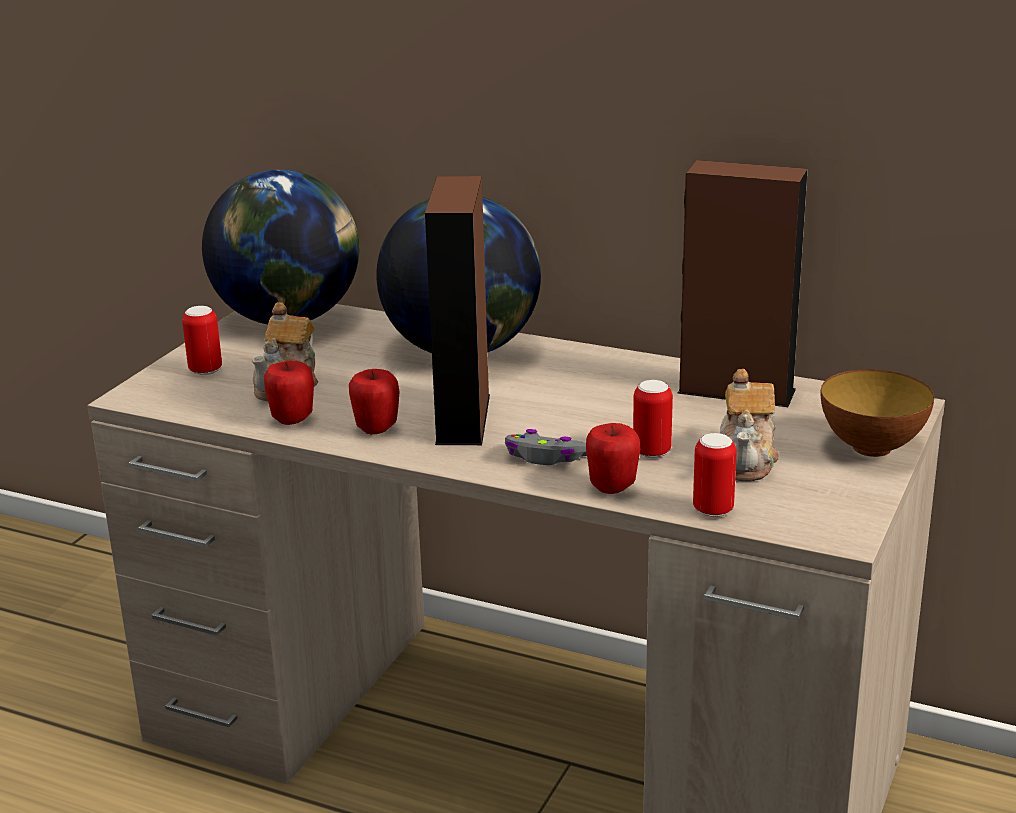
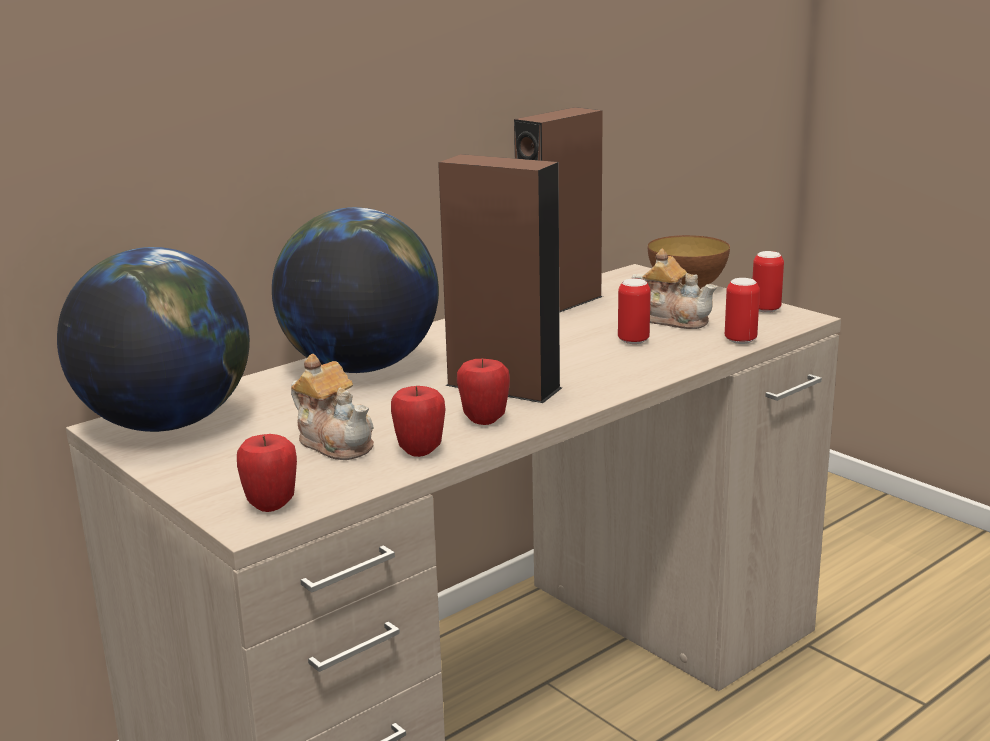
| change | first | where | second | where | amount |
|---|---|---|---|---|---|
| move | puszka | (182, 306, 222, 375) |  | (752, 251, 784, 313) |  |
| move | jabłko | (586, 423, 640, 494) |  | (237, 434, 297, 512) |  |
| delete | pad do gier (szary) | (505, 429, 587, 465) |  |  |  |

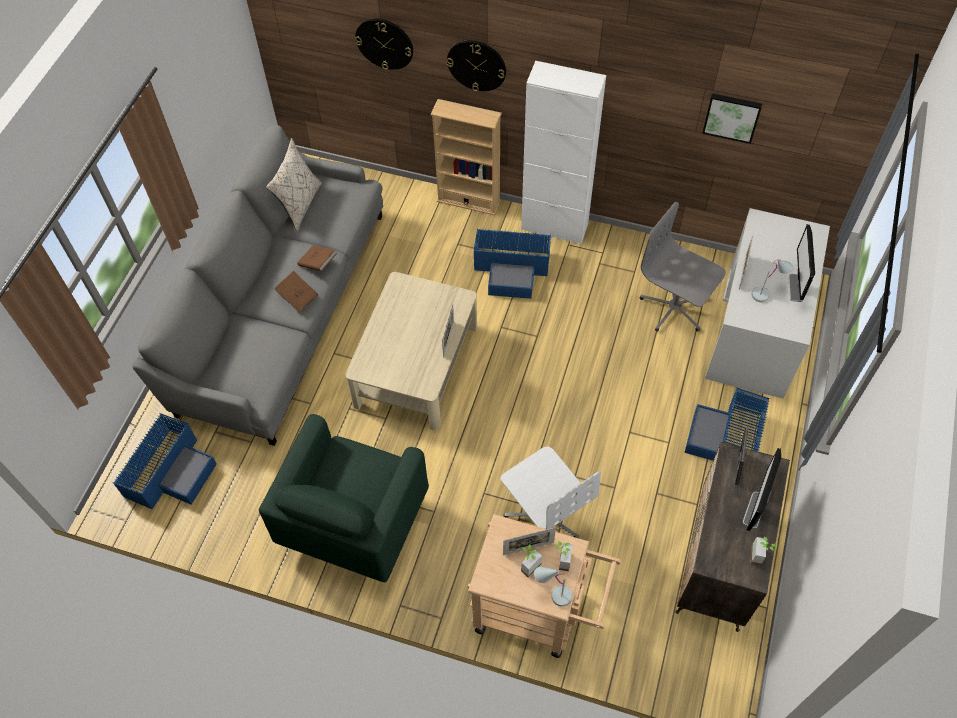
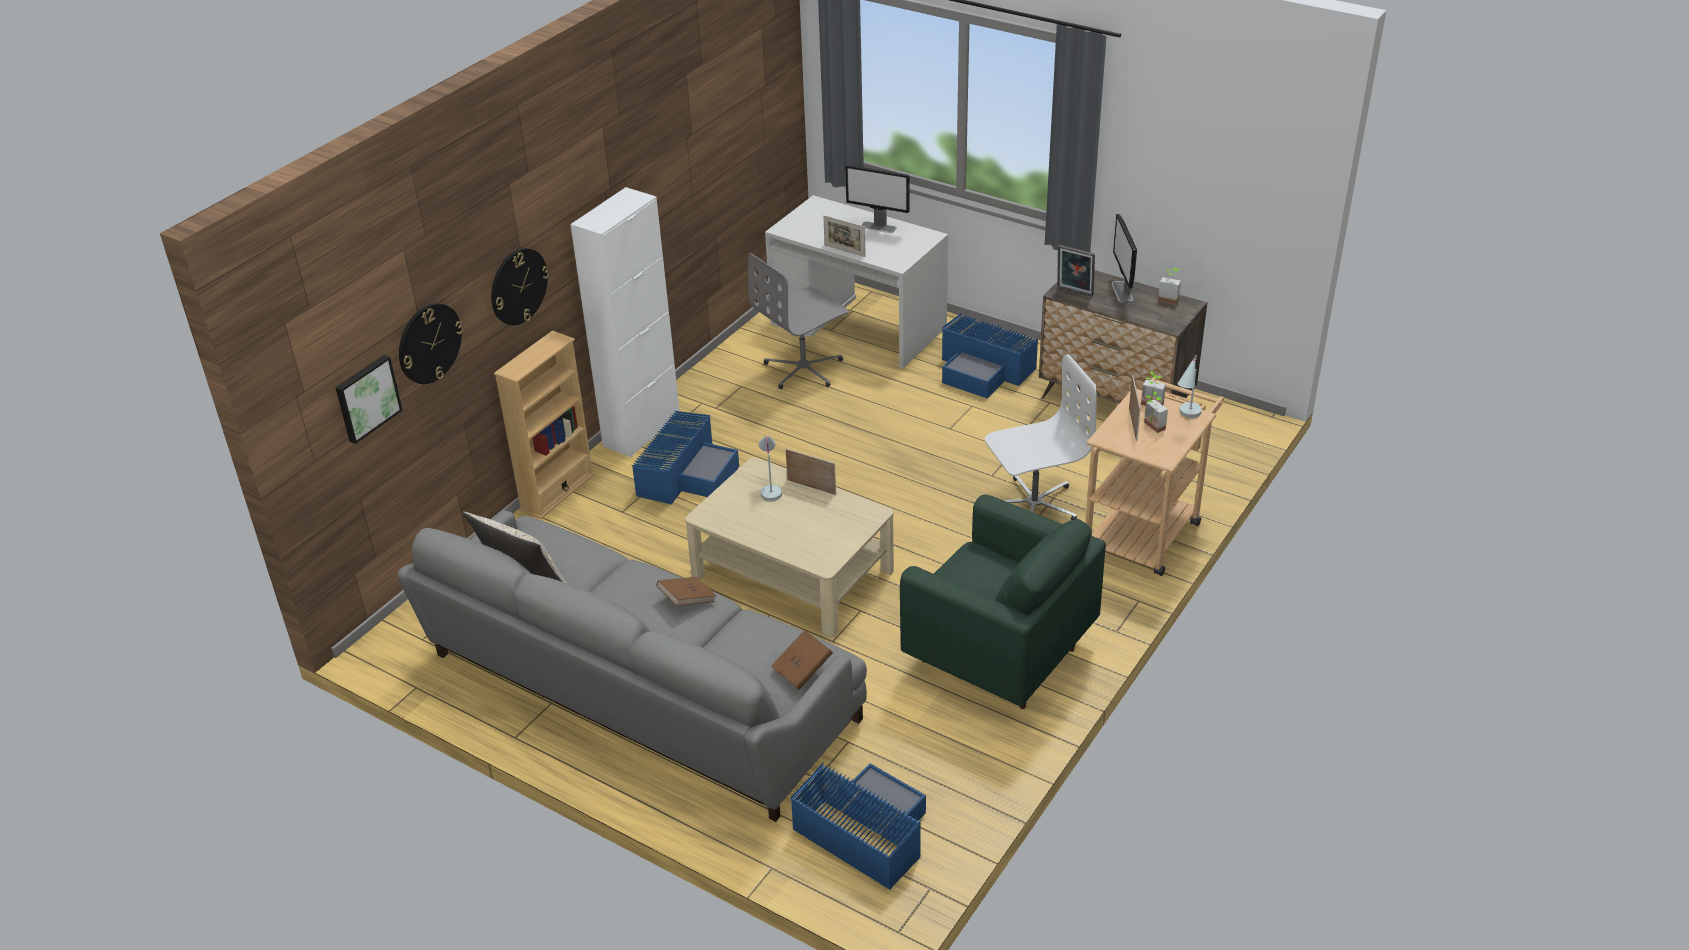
| change | first | where | second | where | amount |
|---|---|---|---|---|---|
| move | obraz | (702, 93, 762, 144) |  | (335, 355, 403, 444) |  |
| move | książka (brązowy) | (297, 245, 337, 271) |  | (771, 630, 833, 690) |  |
| move | lampa stołowa (biały) | (752, 259, 793, 302) |  | (759, 435, 782, 501) |  |
| rotate | monitor | (743, 448, 781, 531) |  | (1112, 214, 1137, 302) | 45 degrees clockwise |

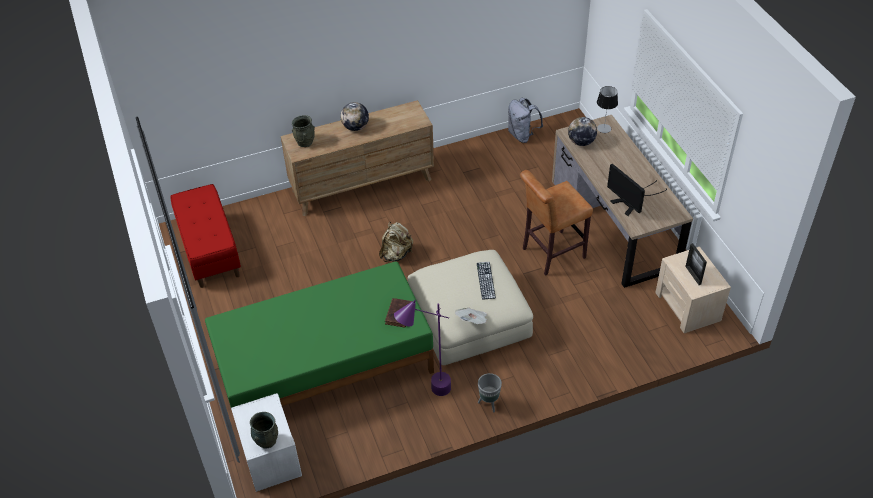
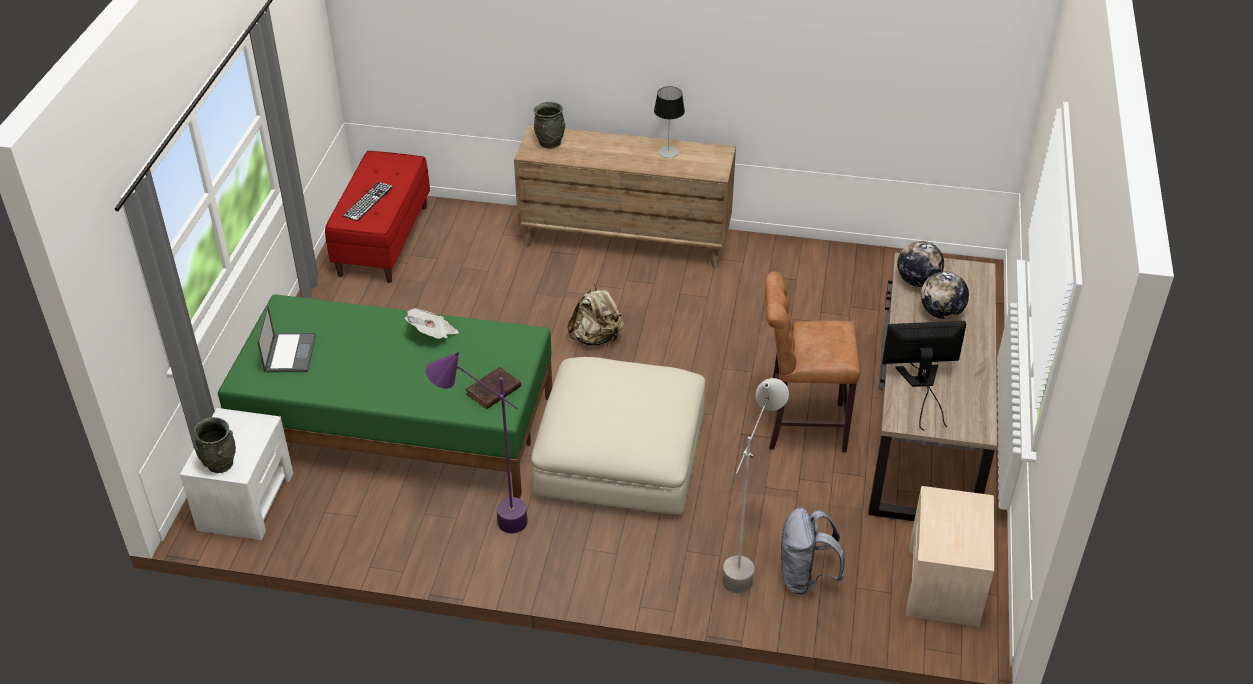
| change | first | where | second | where | amount |
|---|---|---|---|---|---|
| move | lampa stołowa | (597, 86, 618, 133) |  | (654, 86, 685, 158) |  |
| move | plecak (szary) | (508, 98, 543, 143) |  | (780, 508, 845, 594) |  |
| move | globus | (341, 102, 369, 131) |  | (921, 272, 969, 319) |  |
| rotate | monitor | (607, 164, 667, 216) |  | (882, 321, 966, 430) | 90 degrees clockwise |
| delete | ramka na zdjęcie | (685, 243, 707, 285) |  |  |  |
| move | klawiatura | (477, 262, 496, 300) |  | (343, 182, 393, 221) |  |
| move | gazeta | (455, 307, 488, 324) |  | (405, 308, 459, 339) |  |
| delete | donica (szary) | (478, 373, 502, 412) |  |  |  |
| insert |  |  | laptop | (257, 305, 316, 372) |  |
| insert |  |  | lampa stojąca (szary) | (722, 378, 789, 594) |  |

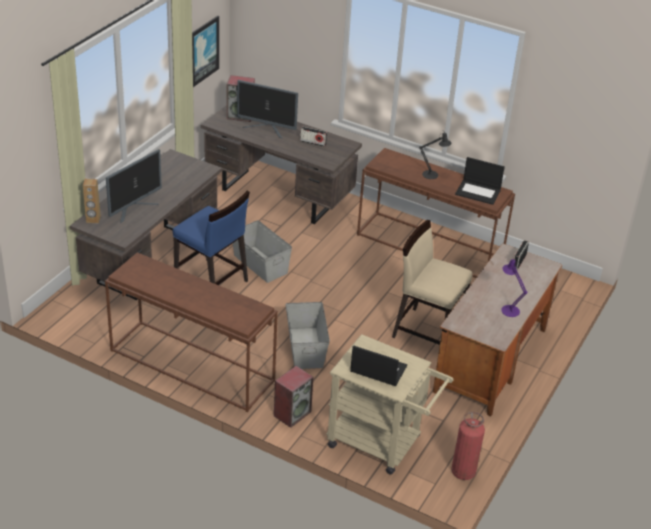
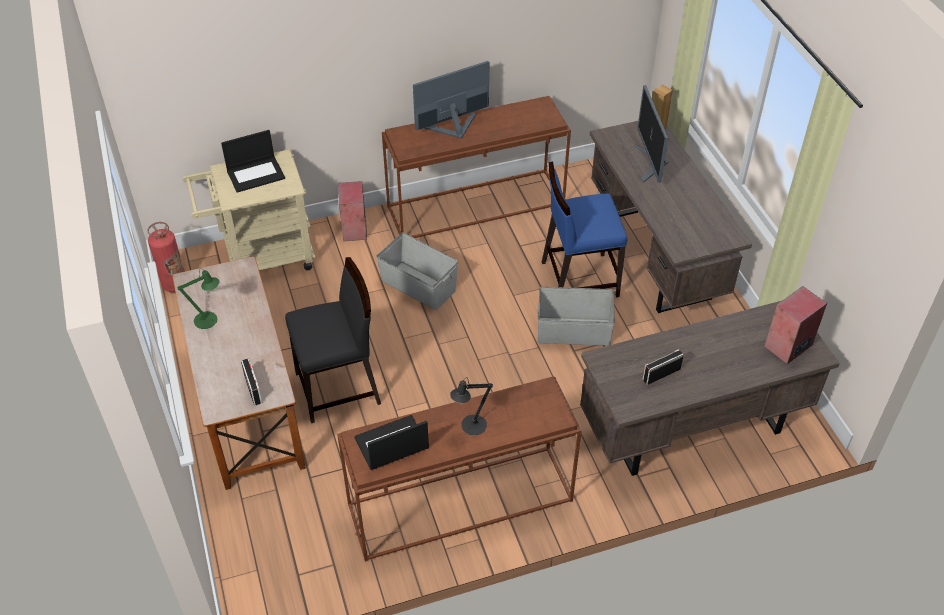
| change | first | where | second | where | amount |
|---|---|---|---|---|---|
| delete | obraz | (192, 16, 219, 87) |  |  |  |
| move | monitor | (237, 80, 298, 139) |  | (413, 61, 489, 139) |  |
| recolor | krzesło (beżowy) | (392, 220, 473, 345) | krzesło (czarny) | (285, 257, 381, 423) |  |
| recolor | lampa stołowa (fioletowy) | (501, 259, 527, 317) | lampa stołowa (zielony) | (177, 268, 219, 329) |  |

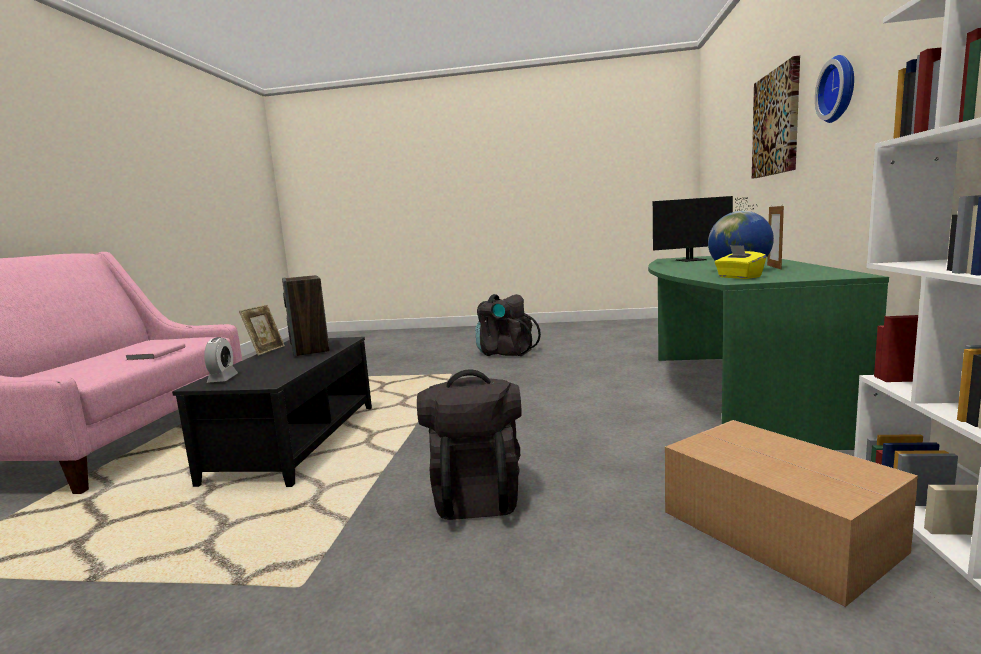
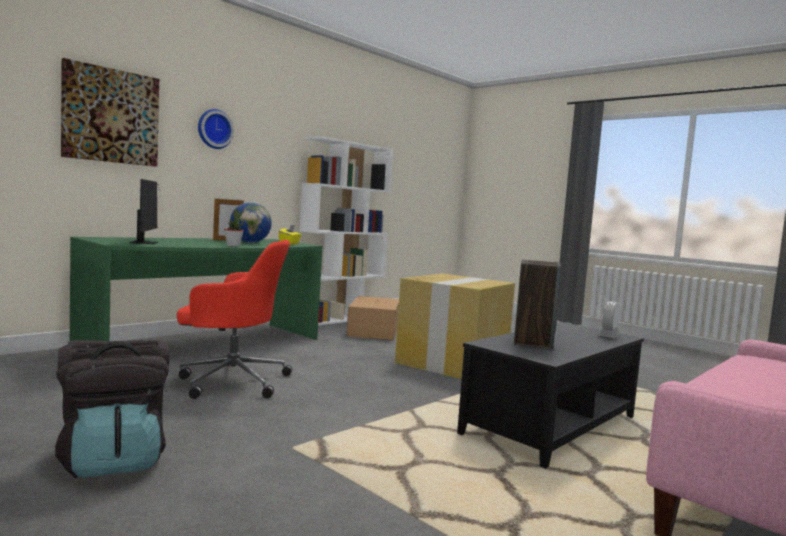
| change | first | where | second | where | amount |
|---|---|---|---|---|---|
| rotate | monitor | (653, 196, 758, 262) |  | (130, 179, 159, 244) | 45 degrees clockwise |
| delete | ramka na zdjęcie | (239, 305, 285, 356) |  |  |  |
| delete | książka (różowy) | (126, 343, 185, 360) |  |  |  |
| replace | plecak (czarny) | (417, 369, 522, 520) | karton | (395, 273, 515, 379) |  |
| insert |  |  | roślina doniczkowa | (224, 209, 244, 247) |  |
| insert |  |  | krzesło biurowe (czerwony) | (177, 240, 292, 399) |  |

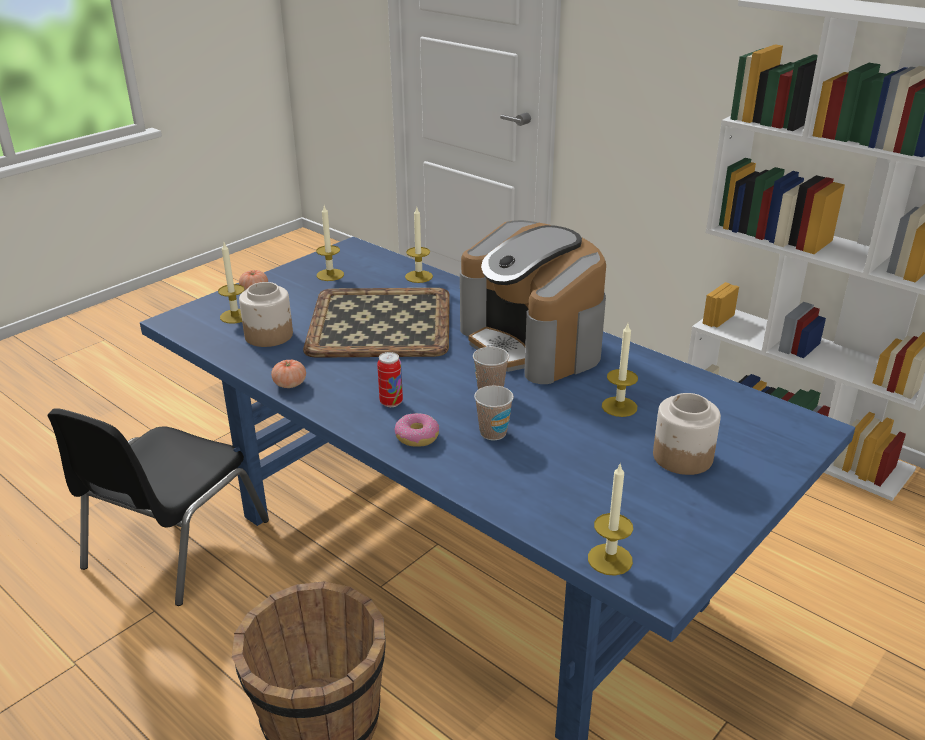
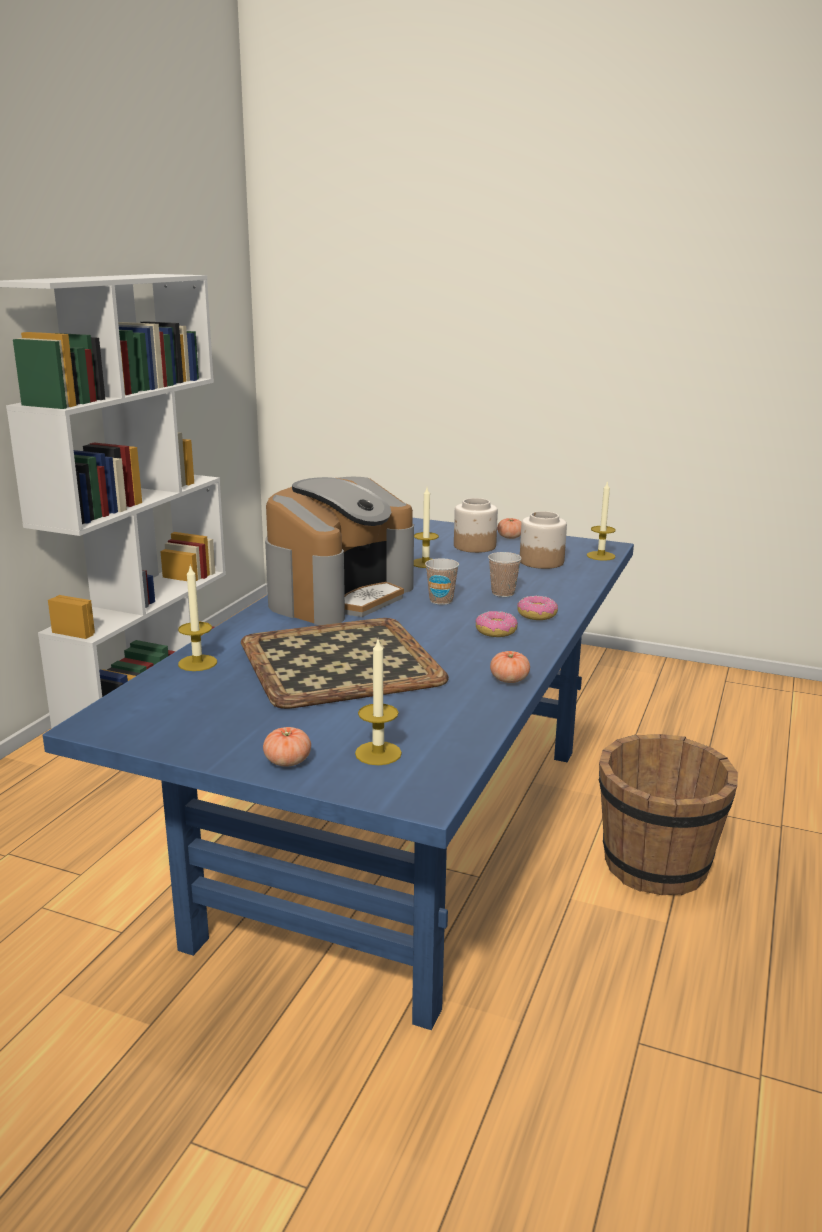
| change | first | where | second | where | amount |
|---|---|---|---|---|---|
| delete | świeca | (316, 206, 344, 281) |  |  |  |
| move | słoik | (239, 282, 293, 347) |  | (520, 511, 567, 569) |  |
| replace | puszka | (377, 352, 403, 407) | donut | (476, 611, 518, 637) |  |
| delete | krzesło (czarny) | (47, 408, 269, 606) |  |  |  |
| insert |  |  | pomidor | (497, 518, 522, 539) |  |

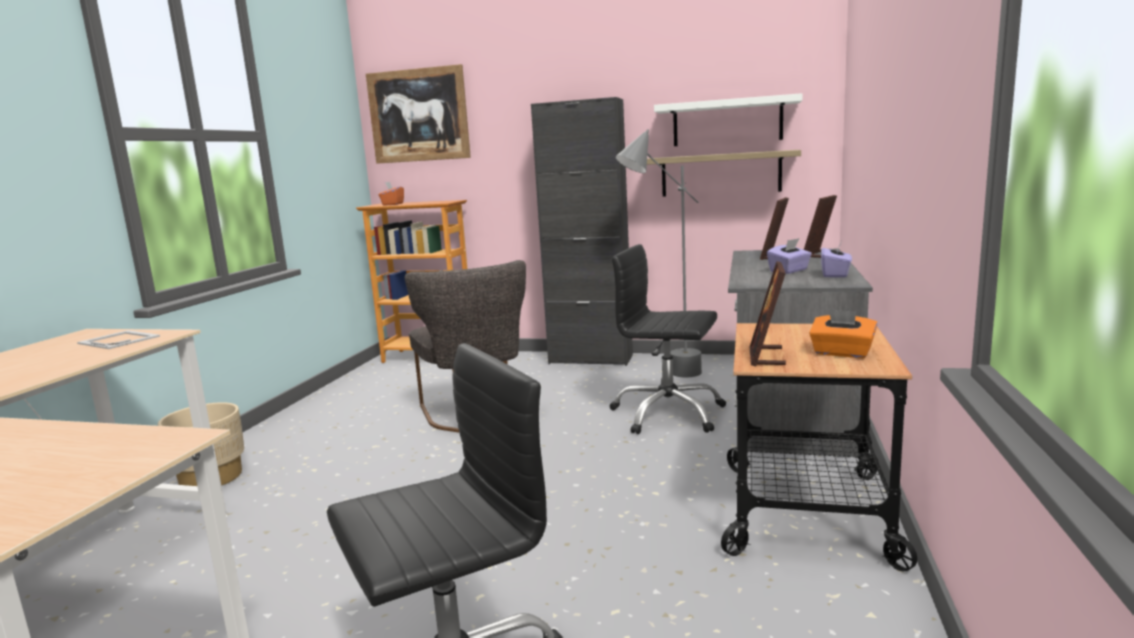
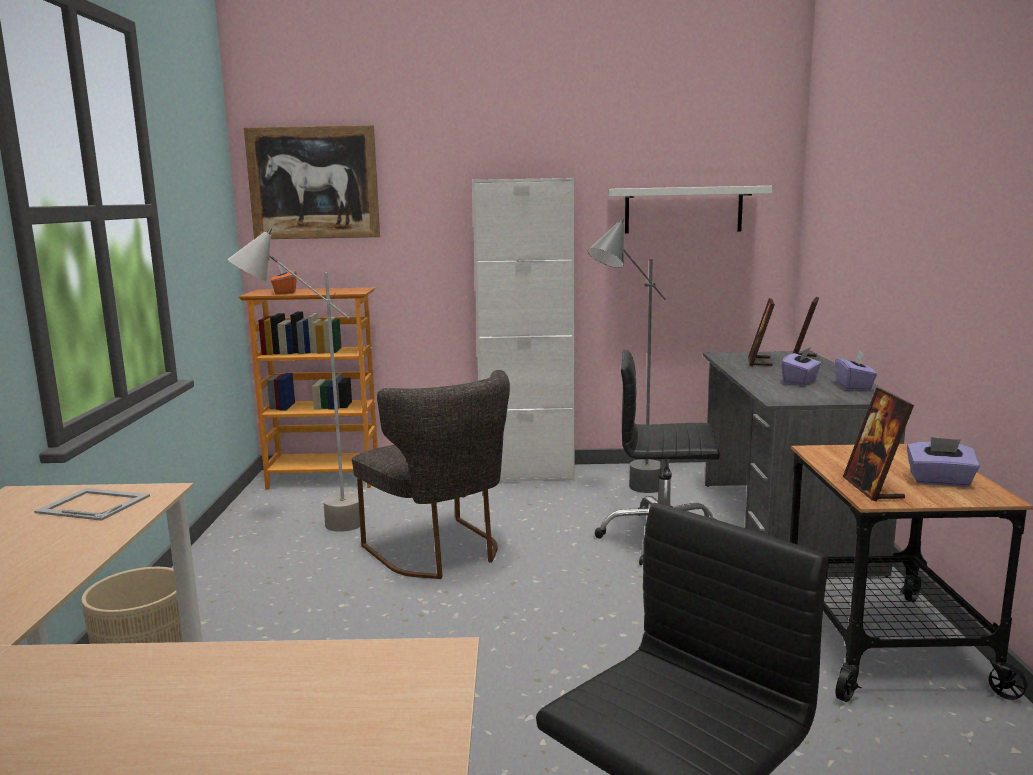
| change | first | where | second | where | amount |
|---|---|---|---|---|---|
| recolor | szafka (czarny) | (531, 97, 633, 366) | szafka (biały) | (472, 178, 575, 481) |  |
| delete | półka | (647, 150, 801, 197) |  |  |  |
| recolor | pudełko chusteczek (pomarańczowy) | (809, 309, 878, 358) | pudełko chusteczek (fioletowy) | (907, 437, 980, 487) |  |
| insert |  |  | lampa stojąca (szary) | (227, 228, 360, 532) |  |

